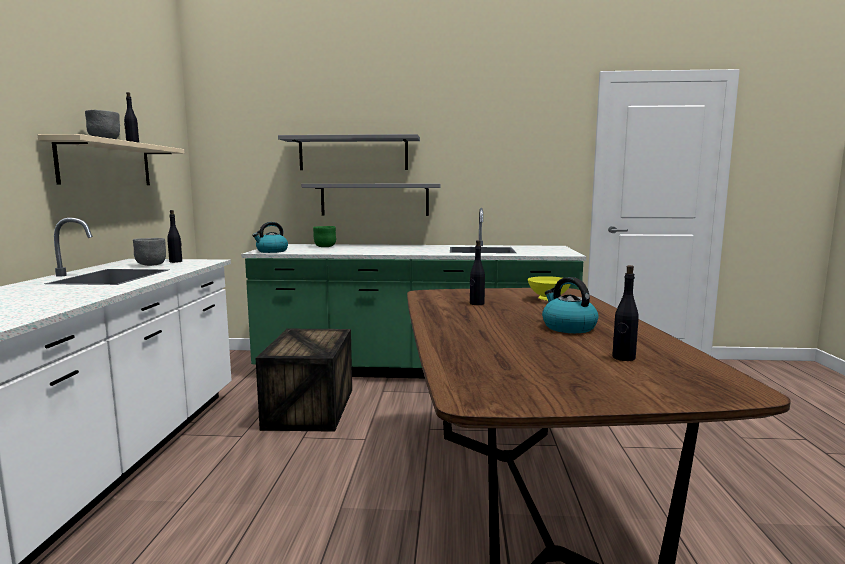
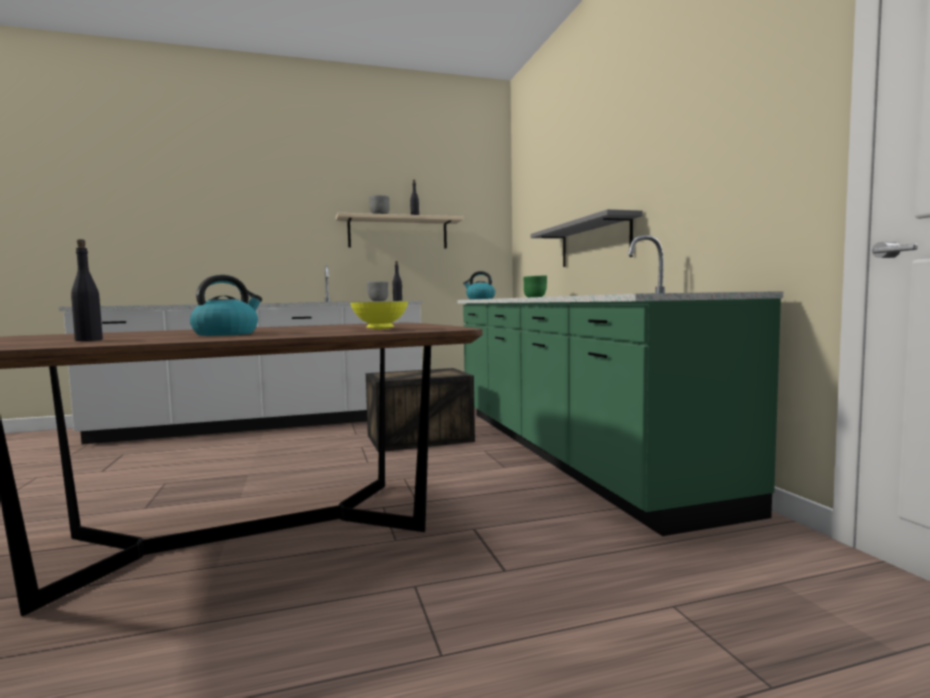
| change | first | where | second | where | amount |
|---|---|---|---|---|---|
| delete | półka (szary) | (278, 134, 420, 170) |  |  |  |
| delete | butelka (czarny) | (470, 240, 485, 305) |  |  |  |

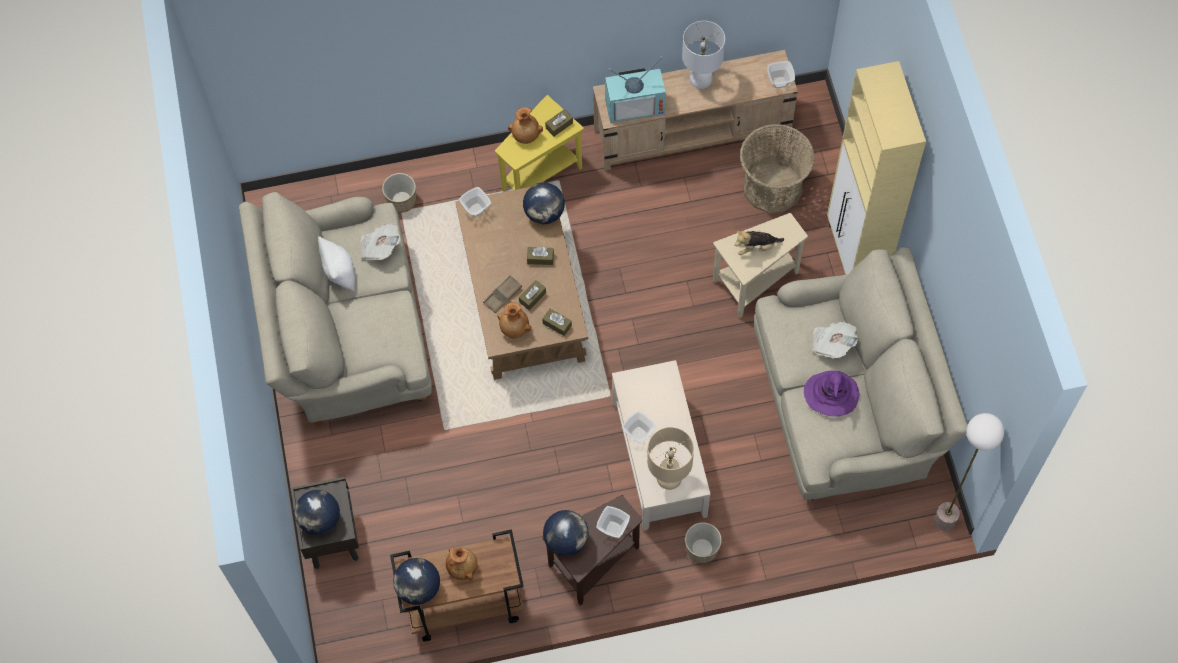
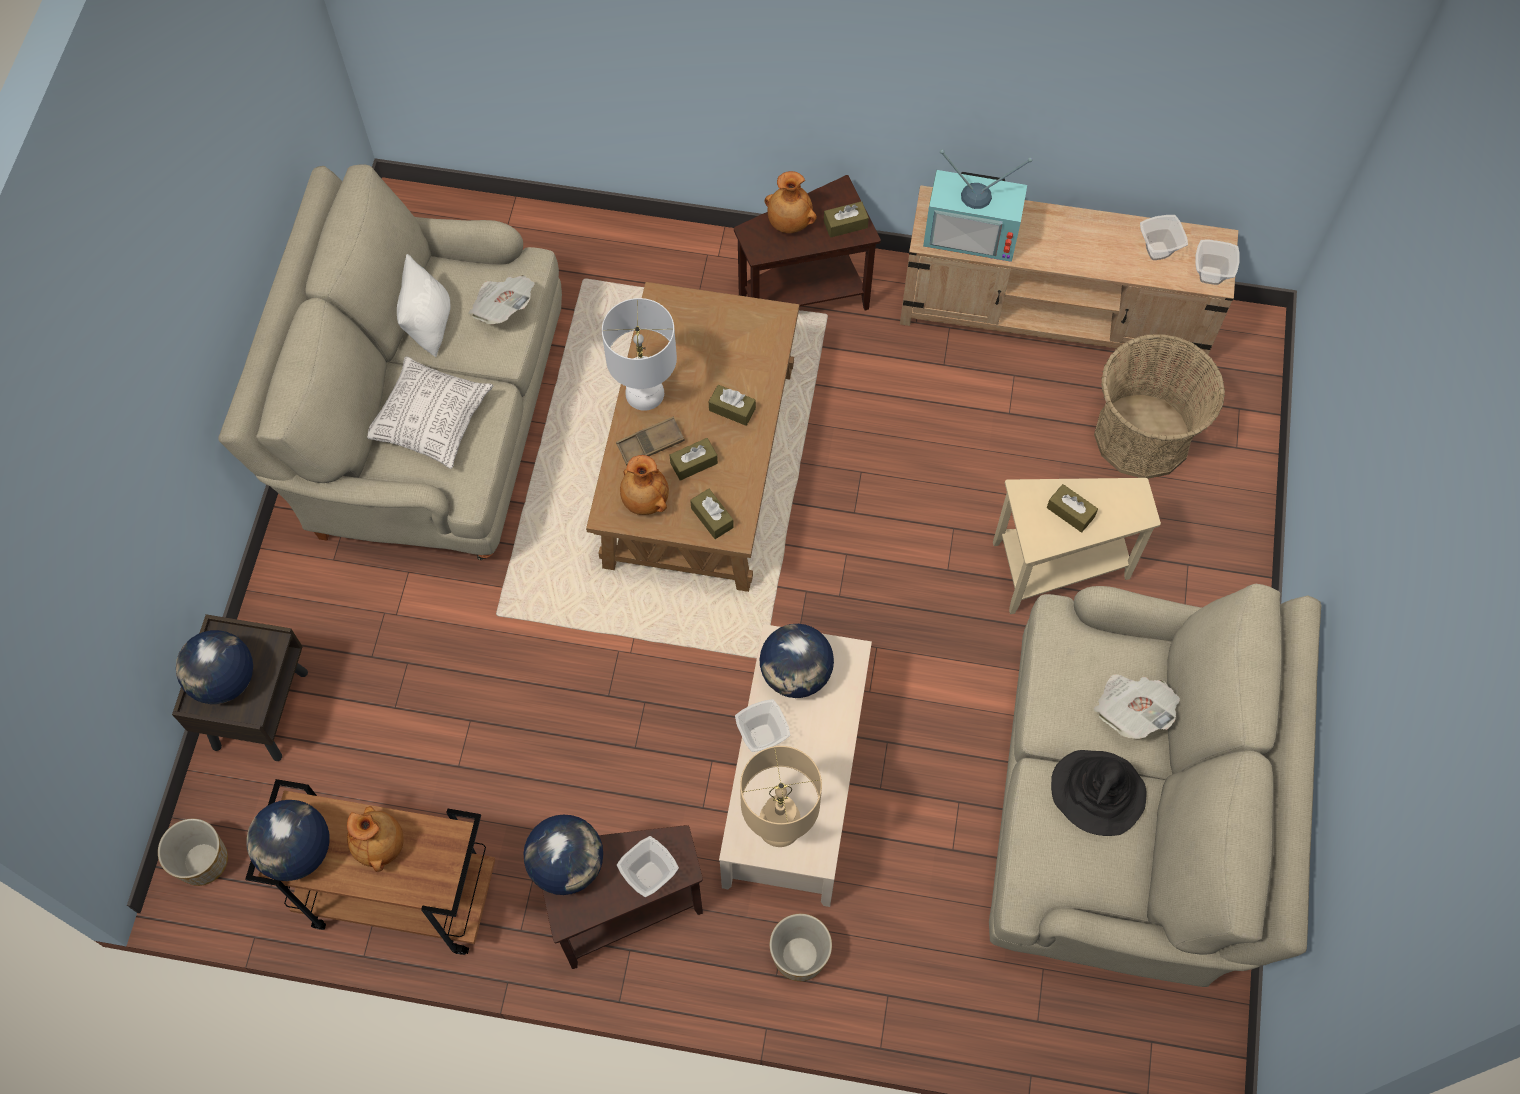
| change | first | where | second | where | amount |
|---|---|---|---|---|---|
| move | lampa stołowa (biały) | (682, 21, 725, 89) |  | (602, 298, 677, 411) |  |
| delete | szafka (beżowy) | (827, 61, 926, 274) |  |  |  |
| recolor | stolik (żółty) | (495, 95, 584, 192) | stolik (brązowy) | (734, 175, 881, 311) |  |
| move | donica | (382, 173, 416, 212) |  | (158, 819, 228, 886) |  |
| move | globus | (523, 182, 565, 224) |  | (760, 624, 834, 698) |  |
| move | miska | (459, 187, 491, 217) |  | (1140, 215, 1188, 260) |  |
| replace | pluszak | (735, 230, 784, 255) | pudełko chusteczek (brązowy) | (1047, 484, 1098, 533) |  |
| recolor | kapelusz (fioletowy) | (804, 371, 859, 417) | kapelusz (czarny) | (1051, 750, 1147, 836) |  |
| delete | lampa stojąca | (934, 413, 1004, 531) |  |  |  |
| insert |  |  | poduszka | (367, 356, 493, 469) |  |

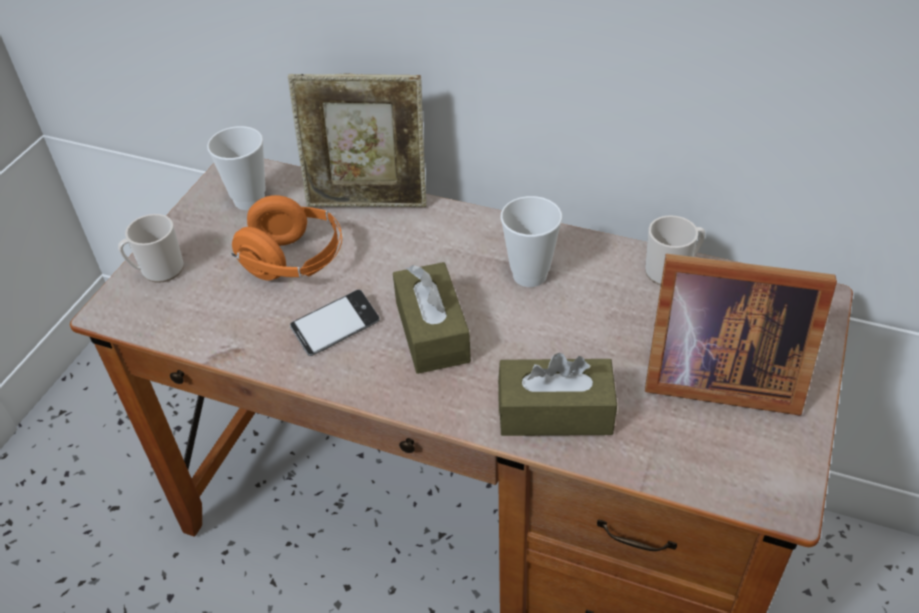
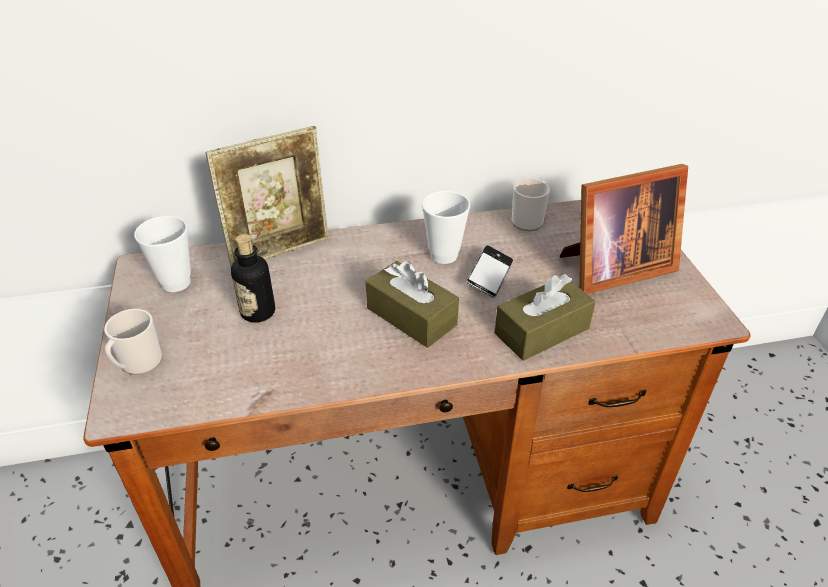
| change | first | where | second | where | amount |
|---|---|---|---|---|---|
| replace | słuchawki (pomarańczowy) | (232, 195, 342, 280) | butelka | (231, 234, 275, 323) |  |
| move | telefon | (290, 290, 380, 356) |  | (466, 245, 513, 298) |  |

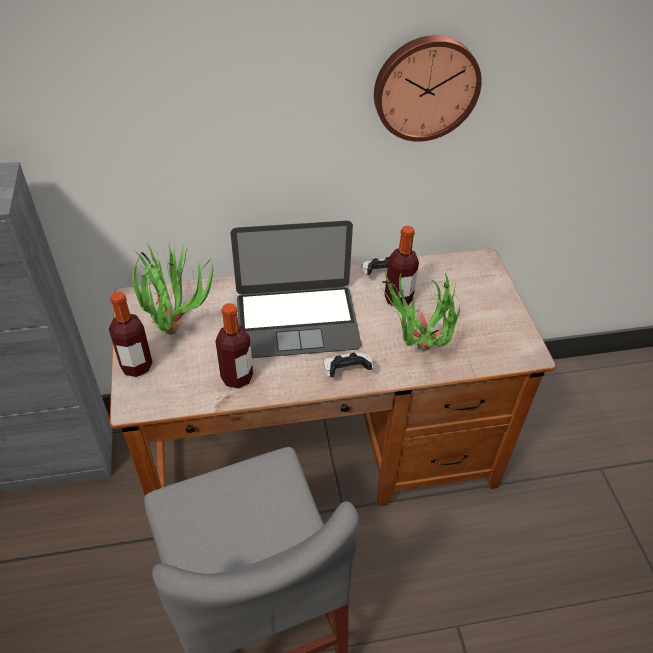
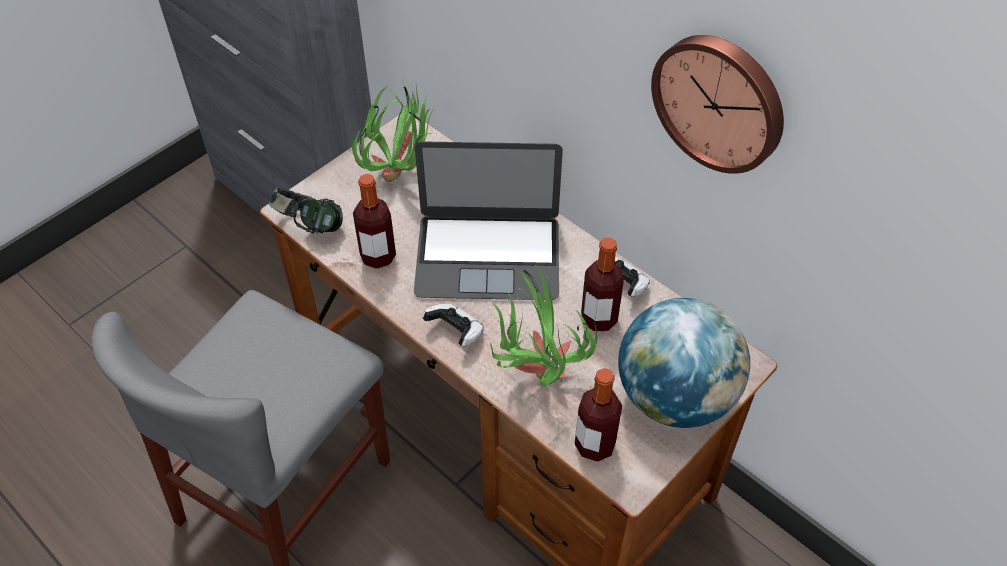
| change | first | where | second | where | amount |
|---|---|---|---|---|---|
| rotate | laptop | (231, 221, 361, 358) |  | (414, 141, 563, 300) | 45 degrees counterclockwise |
| move | butelka | (109, 291, 153, 377) |  | (575, 368, 622, 462) |  |
| insert |  |  | słuchawki | (269, 188, 343, 233) |  |
| insert |  |  | globus | (618, 298, 750, 428) |  |

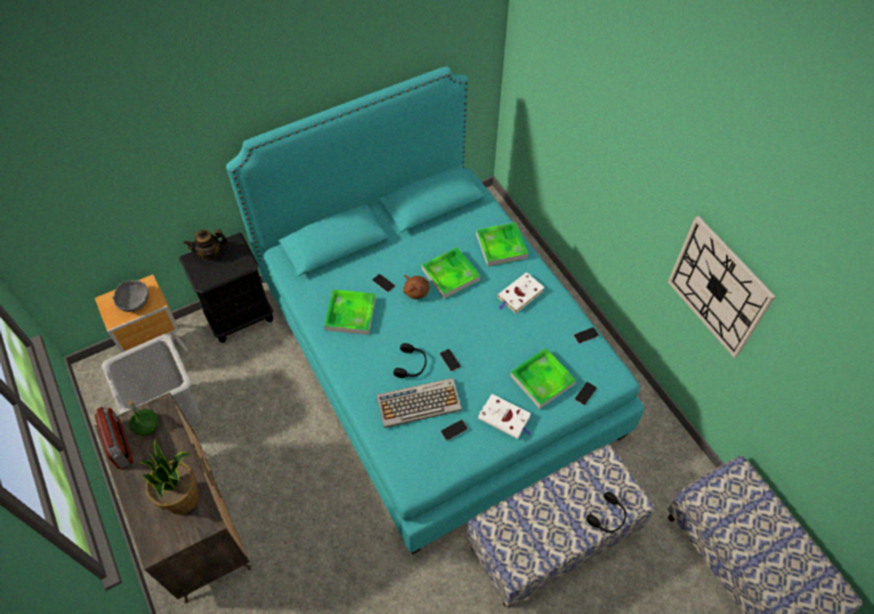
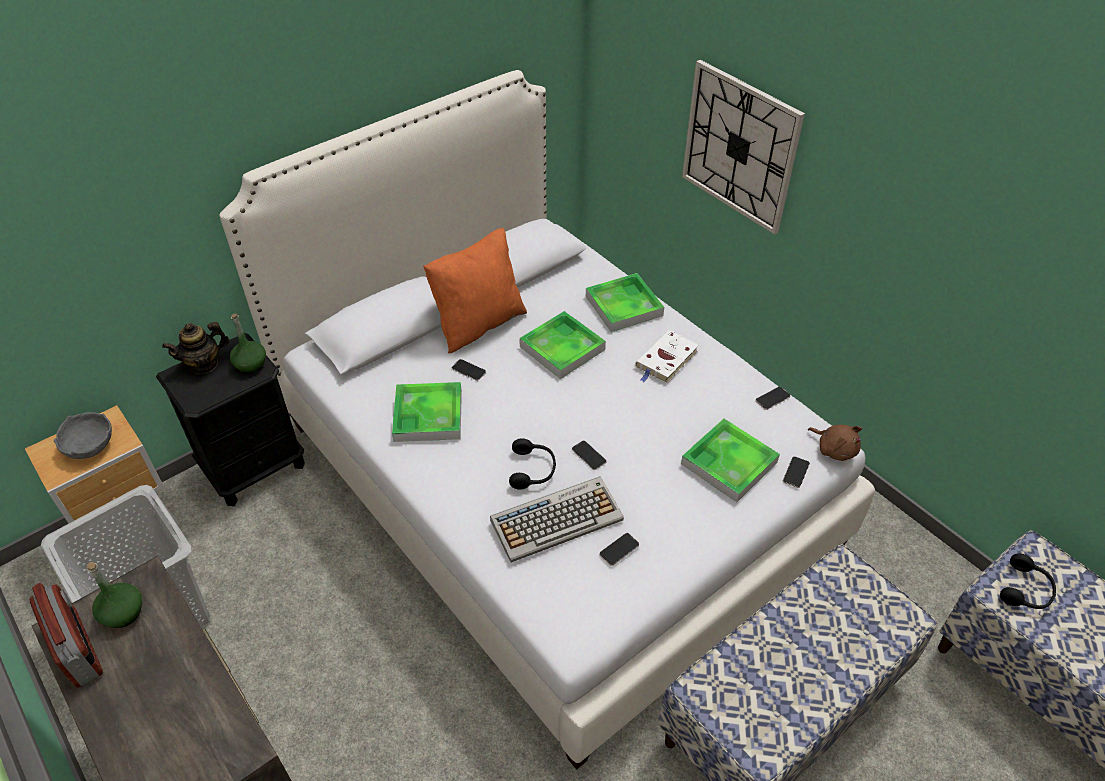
| change | first | where | second | where | amount |
|---|---|---|---|---|---|
| recolor | łóżko (turkusowy) | (226, 66, 644, 555) | łóżko (biały) | (219, 70, 875, 770) |  |
| move | zegar ścienny | (668, 216, 776, 358) |  | (682, 60, 805, 235) |  |
| move | pluszak (brązowy) | (403, 275, 430, 299) |  | (808, 424, 862, 461) |  |
| delete | książka (biały) | (478, 394, 531, 439) |  |  |  |
| delete | roślina doniczkowa | (139, 440, 198, 515) |  |  |  |
| move | słuchawki (czarny) | (586, 492, 627, 533) |  | (1000, 553, 1056, 609) |  |
| insert |  |  | poduszka (pomarańczowy) | (423, 227, 527, 353) |  |
| insert |  |  | butelka (zielony) | (230, 313, 266, 373) |  |

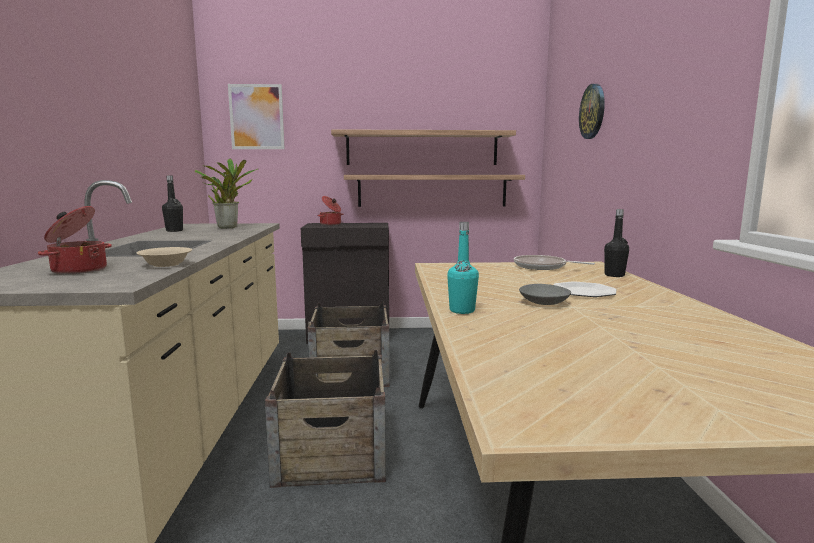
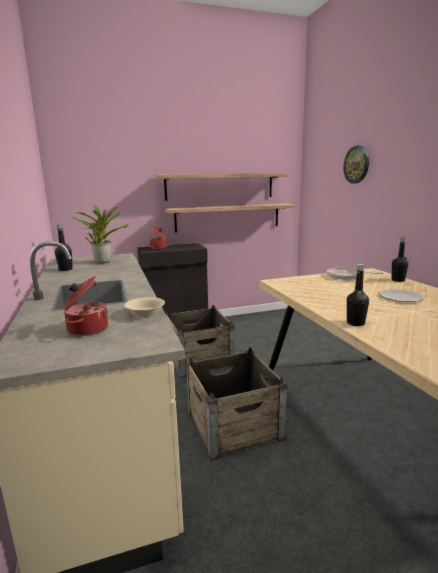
| change | first | where | second | where | amount |
|---|---|---|---|---|---|
| delete | obraz | (228, 84, 285, 149) |  |  |  |
| recolor | butelka (turkusowy) | (447, 222, 479, 314) | butelka (czarny) | (347, 264, 369, 326) |  |
| delete | miska (szary) | (519, 284, 571, 305) |  |  |  |

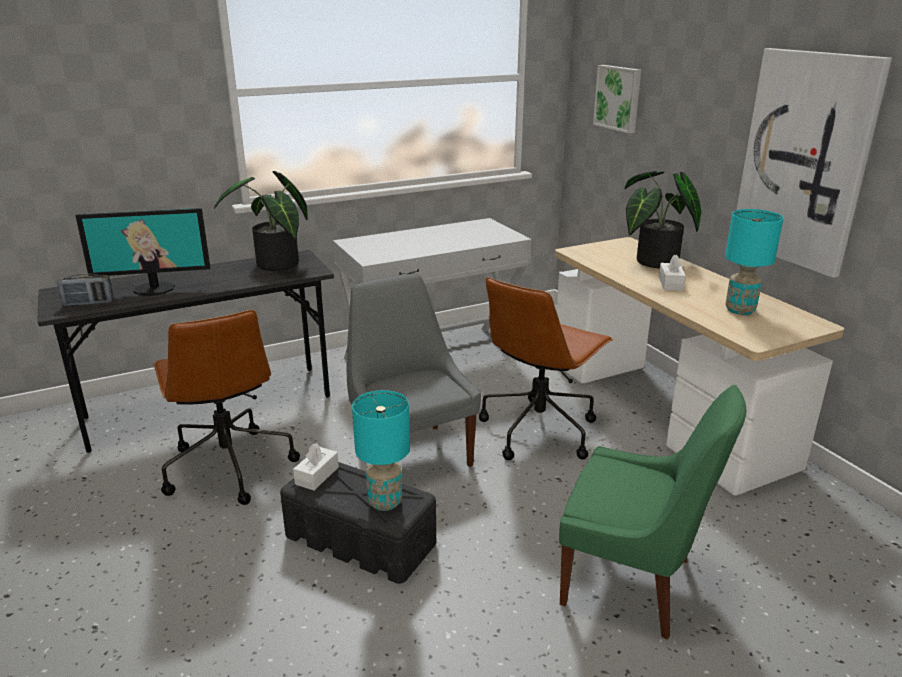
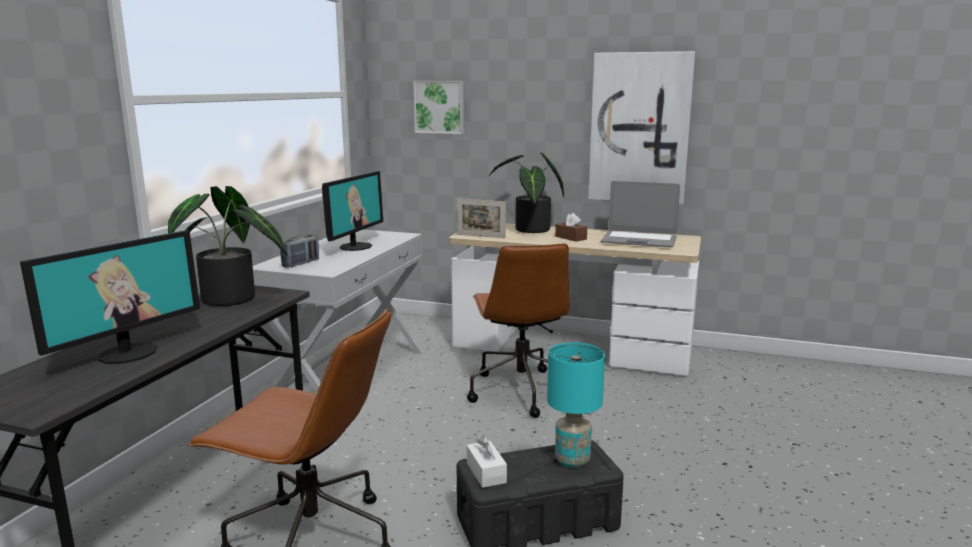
| change | first | where | second | where | amount |
|---|---|---|---|---|---|
| replace | lampa stołowa (turkusowy) | (725, 209, 784, 315) | laptop | (601, 181, 680, 247) |  |
| recolor | pudełko chusteczek (biały) | (659, 255, 686, 291) | pudełko chusteczek (brązowy) | (555, 213, 587, 242) |  |
| move | radio | (57, 273, 114, 306) |  | (280, 234, 319, 268) |  |
| delete | krzesło (szary) | (347, 274, 481, 467) |  |  |  |
| delete | krzesło (zielony) | (559, 385, 746, 640) |  |  |  |
| insert |  |  | monitor | (322, 171, 383, 251) |  |
| insert |  |  | ramka na zdjęcie | (457, 199, 506, 238) |  |

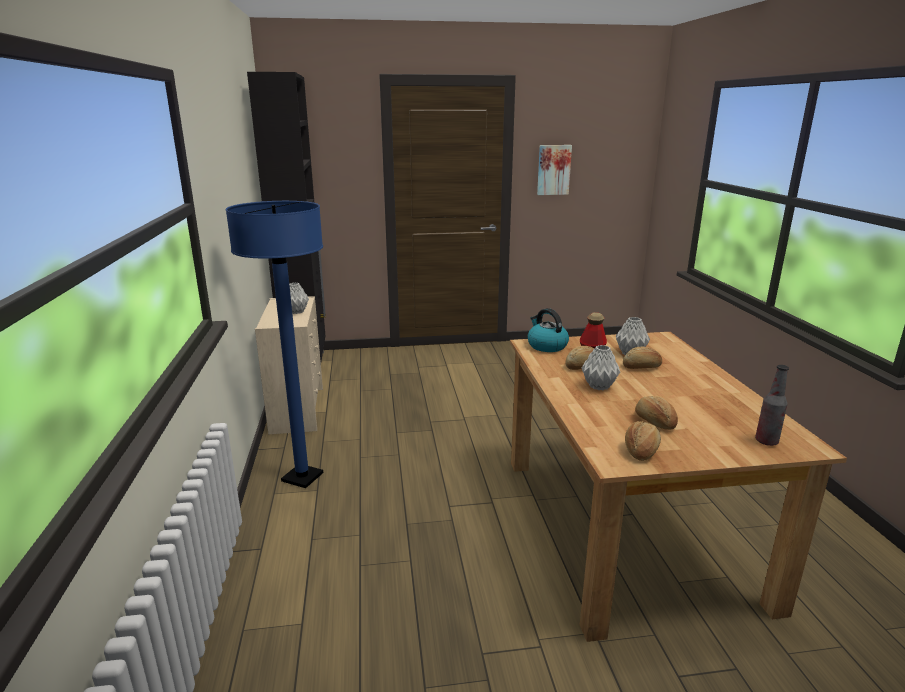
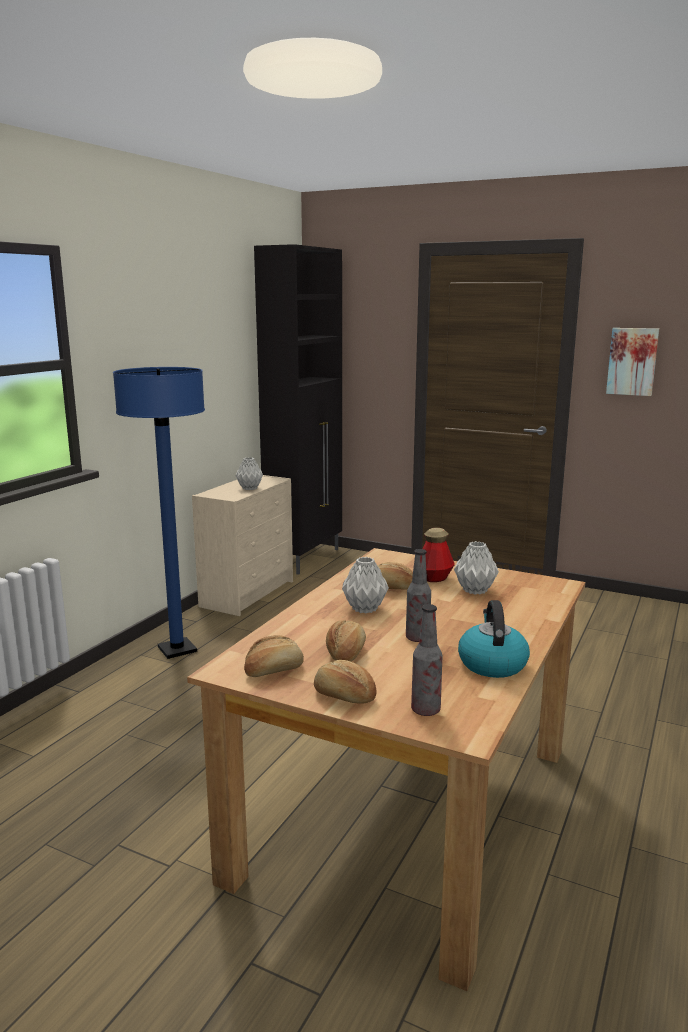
| change | first | where | second | where | amount |
|---|---|---|---|---|---|
| move | czajnik | (528, 308, 569, 352) |  | (458, 600, 530, 678) |  |
| move | chleb | (623, 347, 662, 369) |  | (314, 660, 377, 704) |  |
| insert |  |  | butelka | (406, 549, 431, 642) |  |

